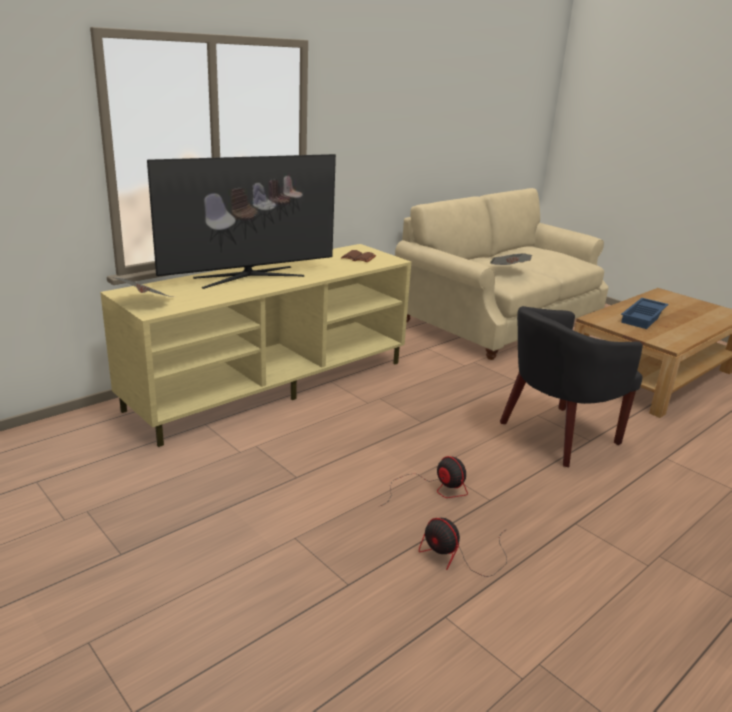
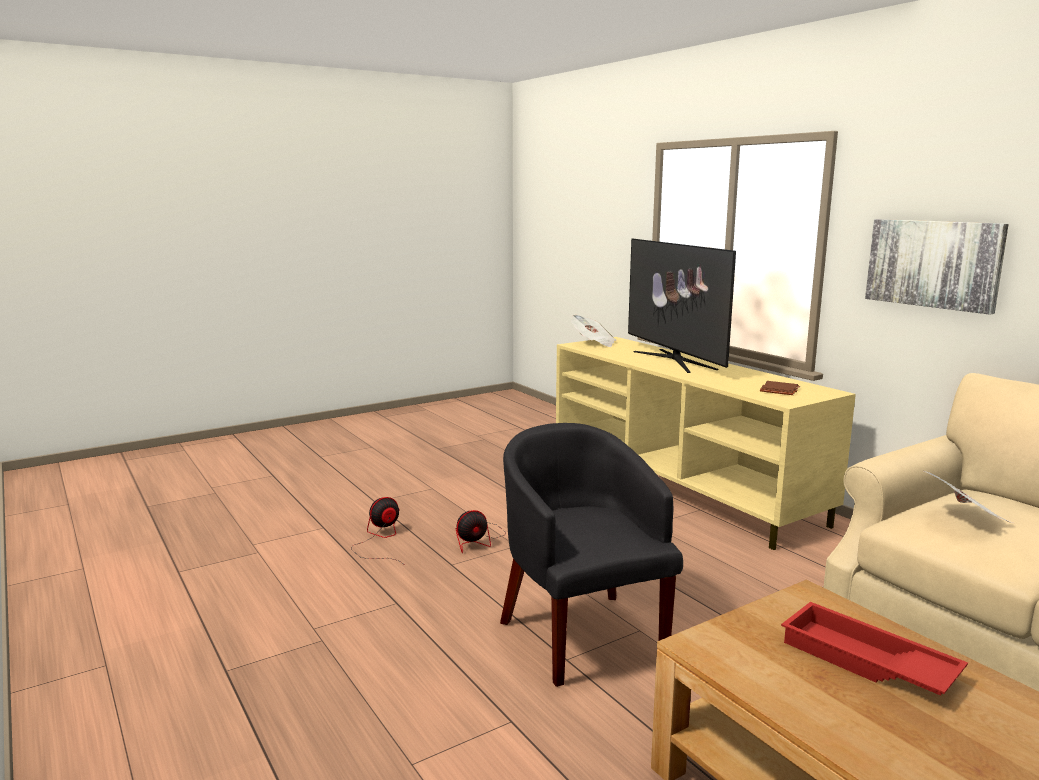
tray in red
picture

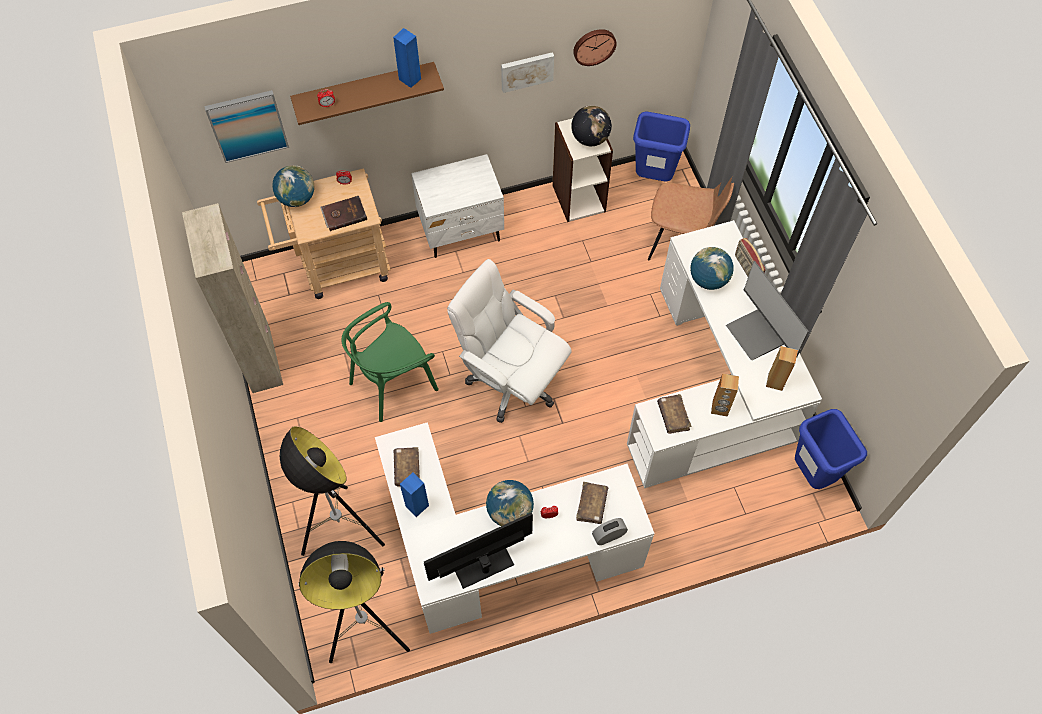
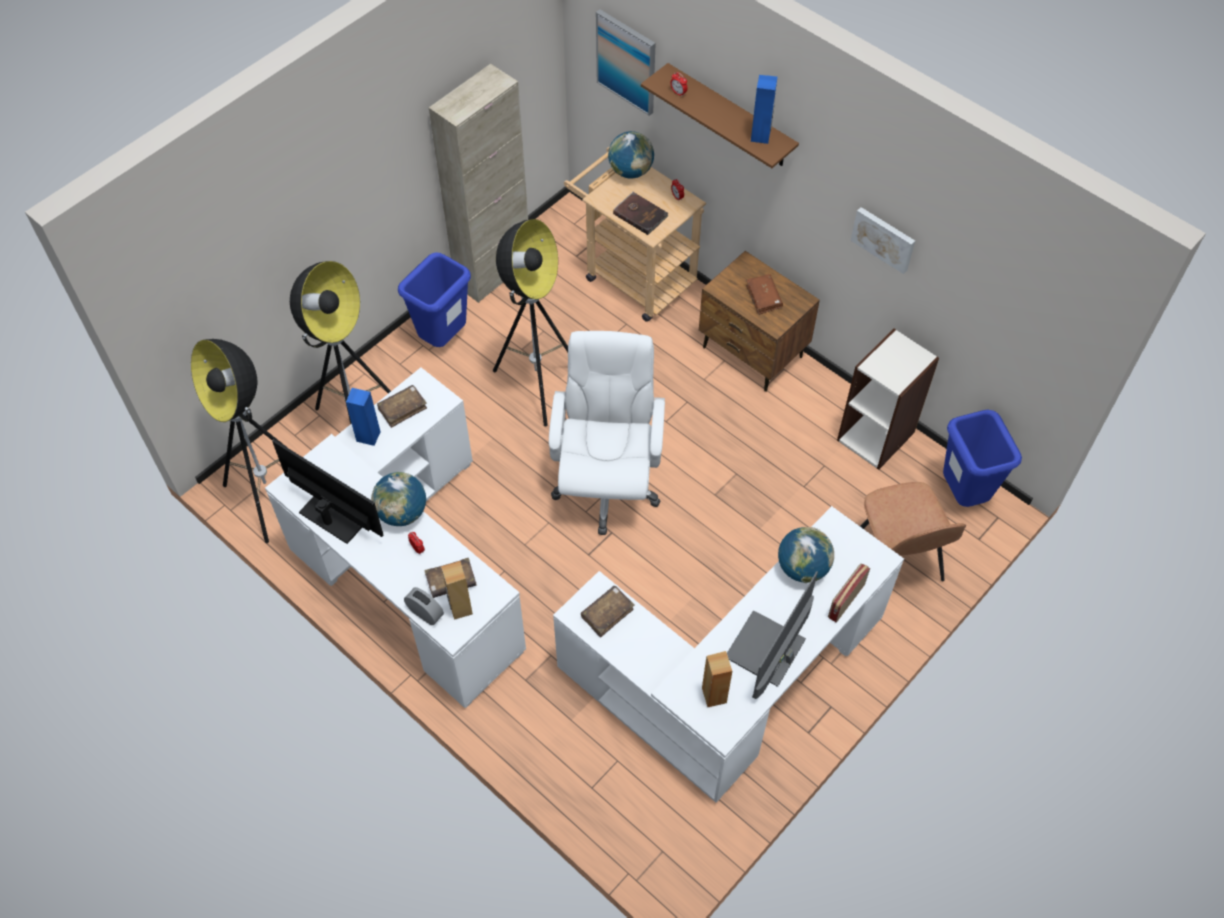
wall clock
world globe (no. 3 from left in the first image)
nightstand in brownish
standard lamp (no. 3 from left)
loudspeaker in brownish (no. 1 from left)
rubbish bin in blue-coloured (no. 1 from left)
bound book in brownish (no. 5 from left)

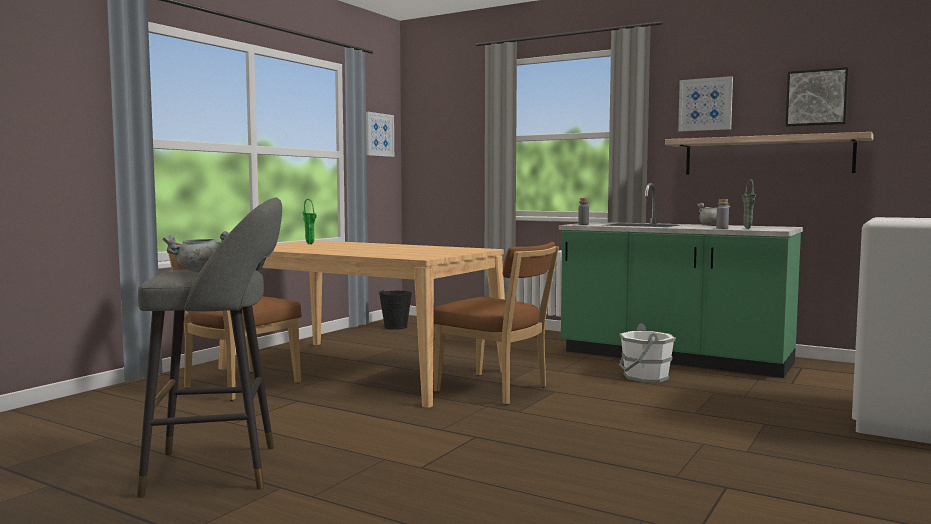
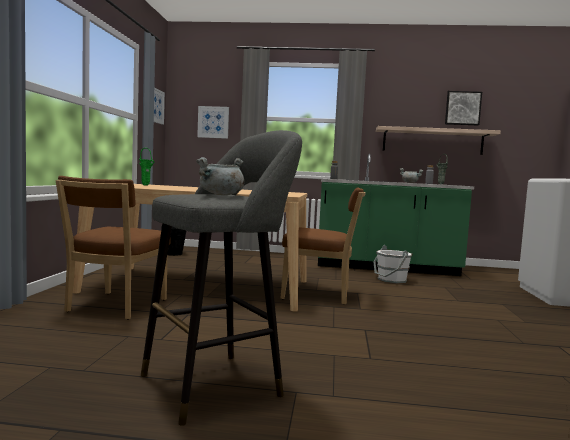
picture (no. 2 from left)

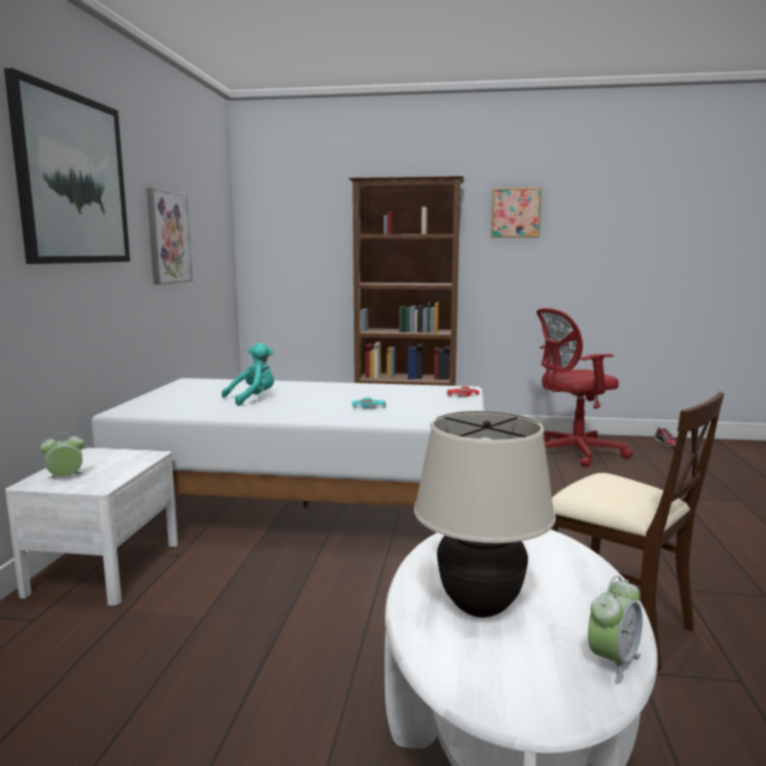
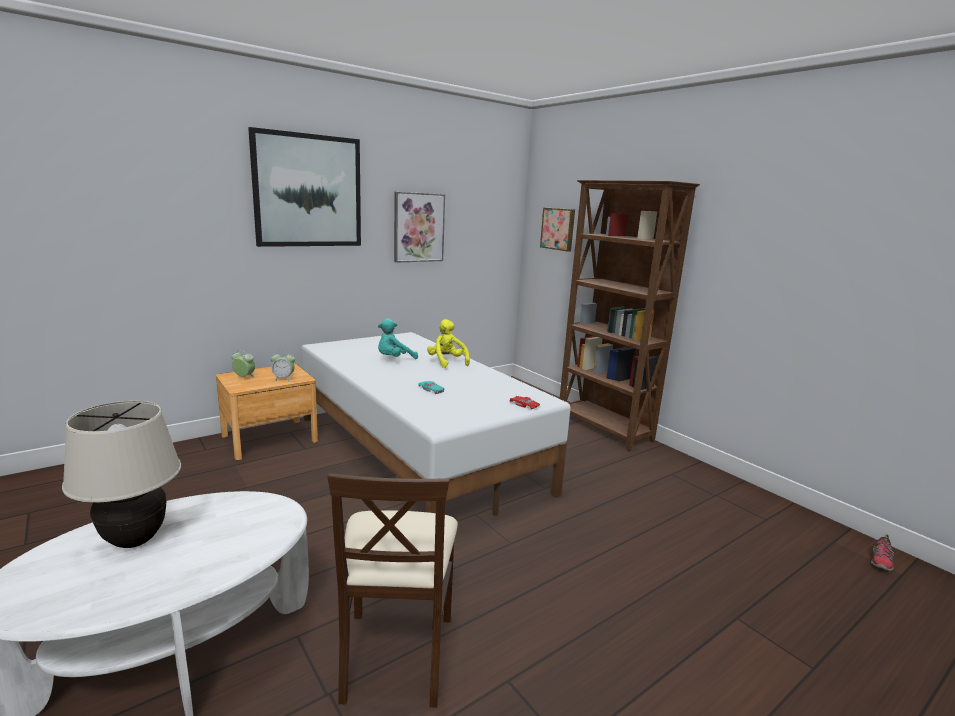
picture (no. 3 from left)
office chair in red
cuddly toy in turquoise-coloured
nightstand in brownish
table clock (no. 2 from left)
cuddly toy in yellow-coloured

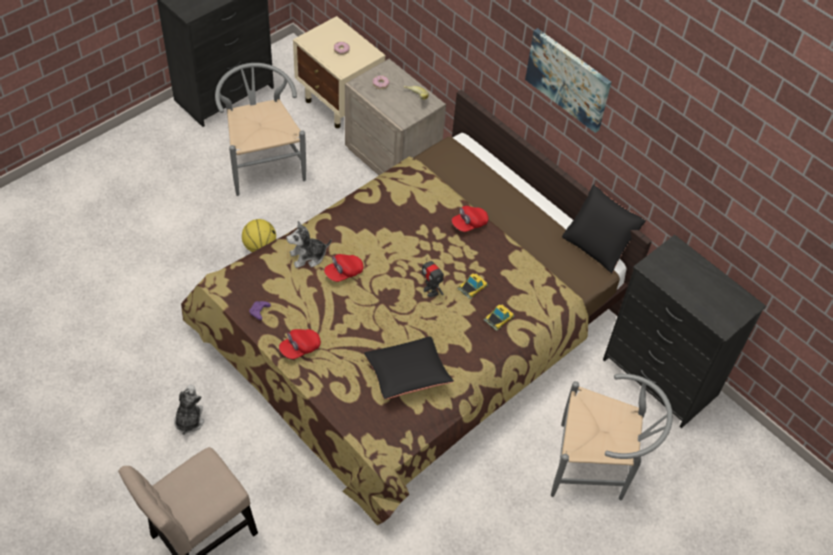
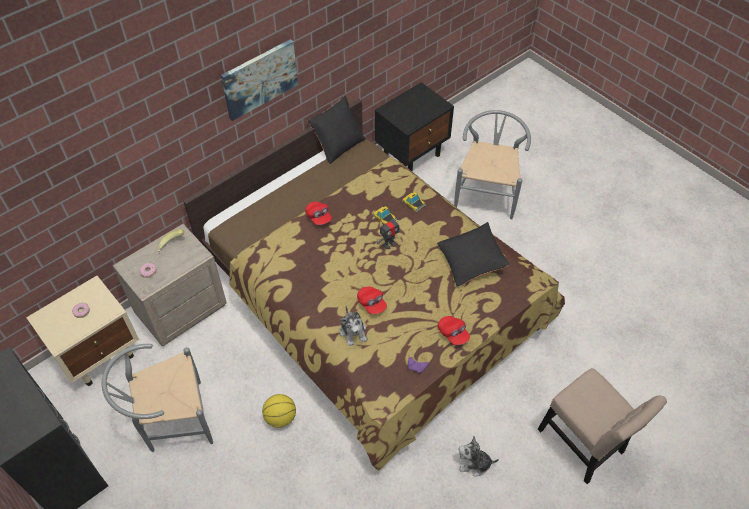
nightstand in black

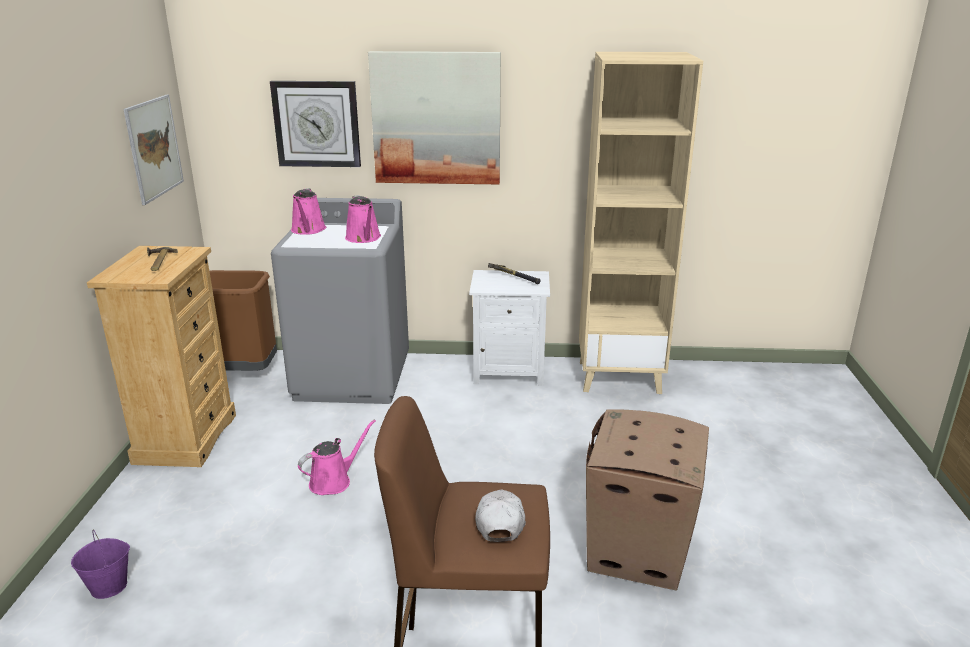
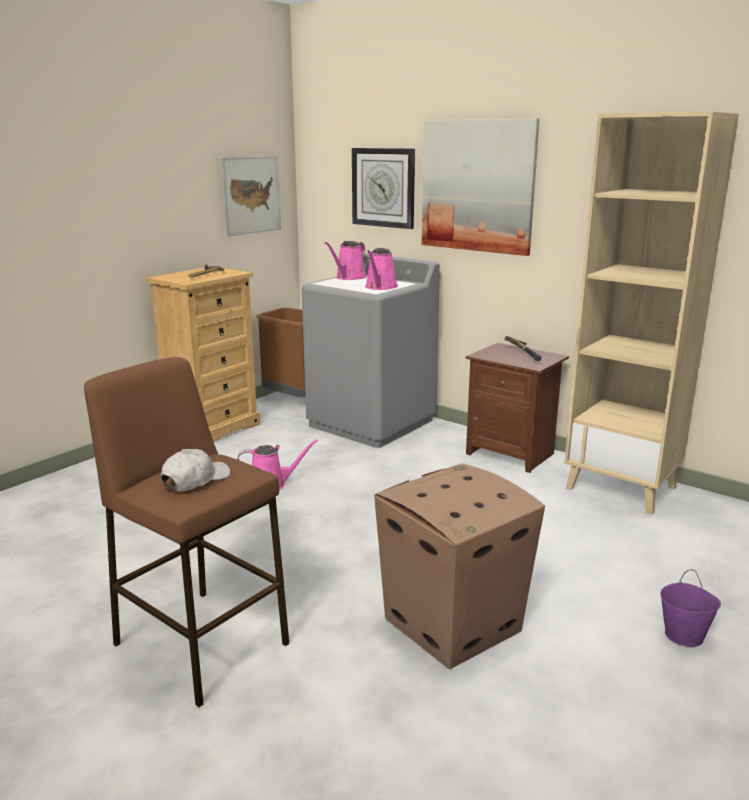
nightstand in brownish
bucket in purple-coloured

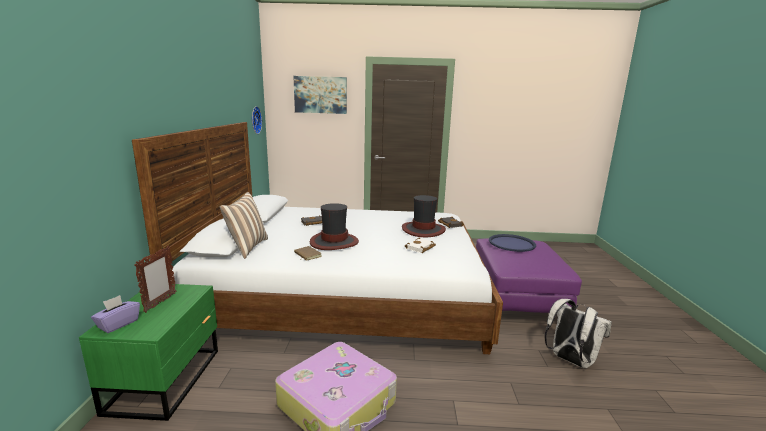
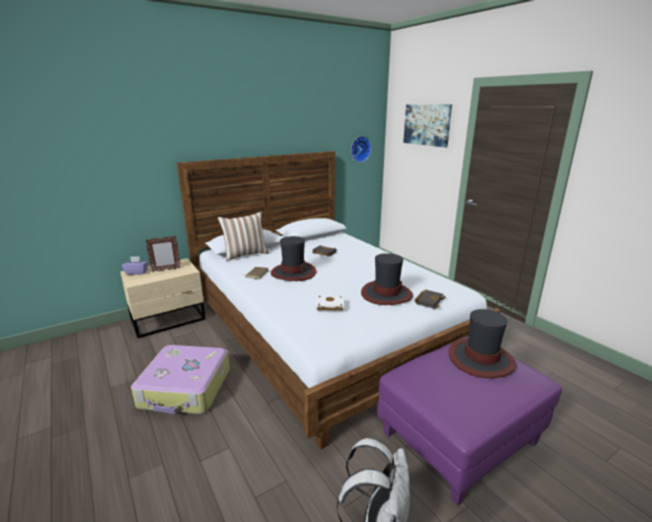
clothing hat (no. 3 from left)
nightstand in beige-coloured

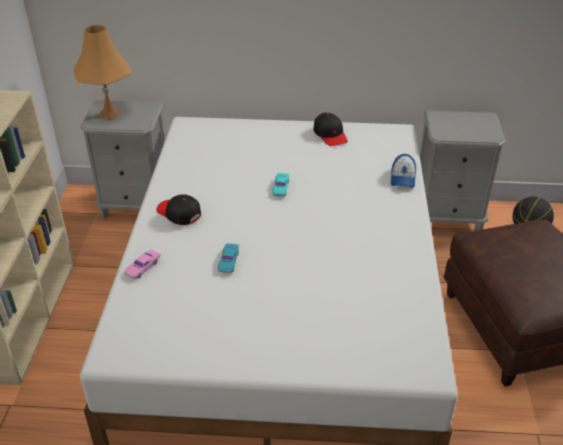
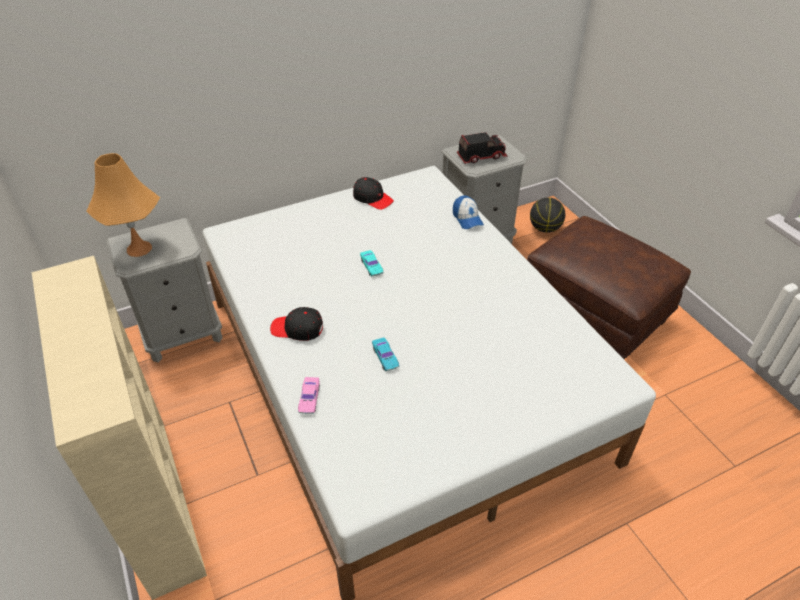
toy lorry

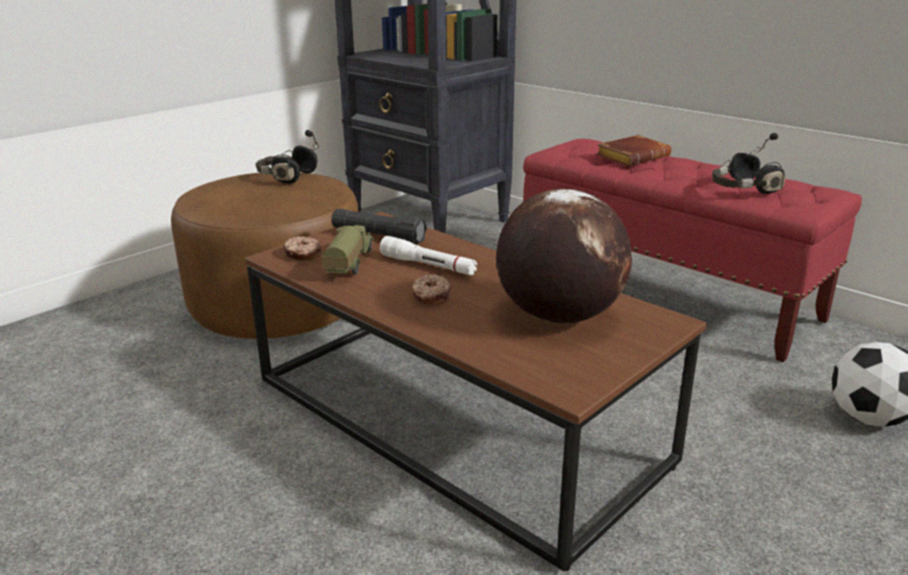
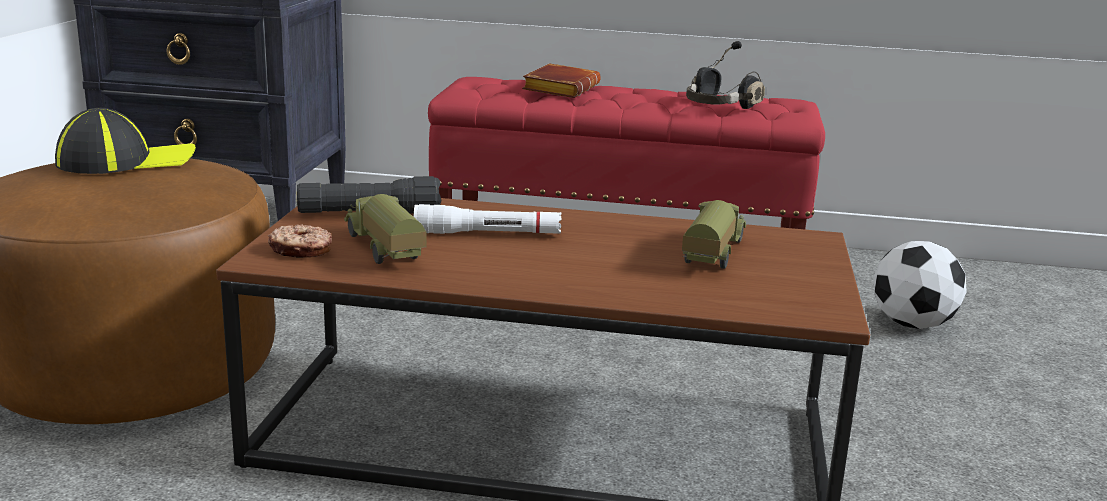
peaked cap
toy lorry (no. 2 from left)
donut (no. 2 from left in the first image)

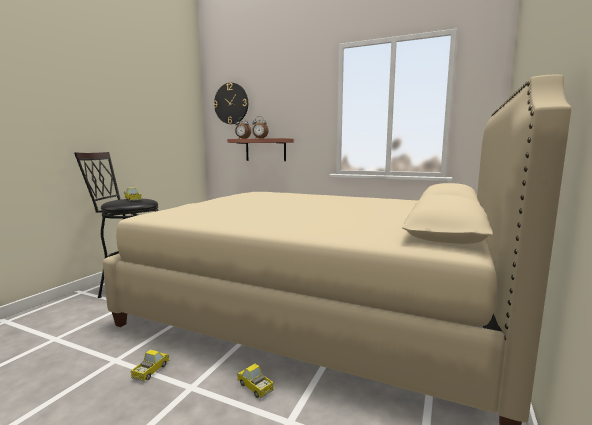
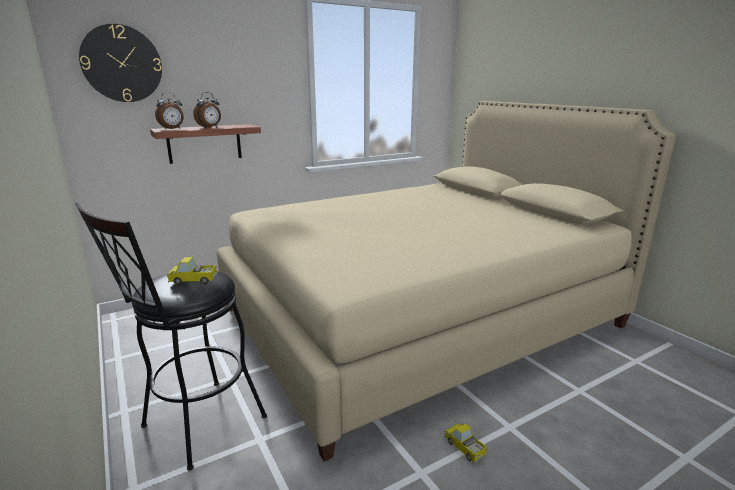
toy lorry (no. 3 from left in the first image)

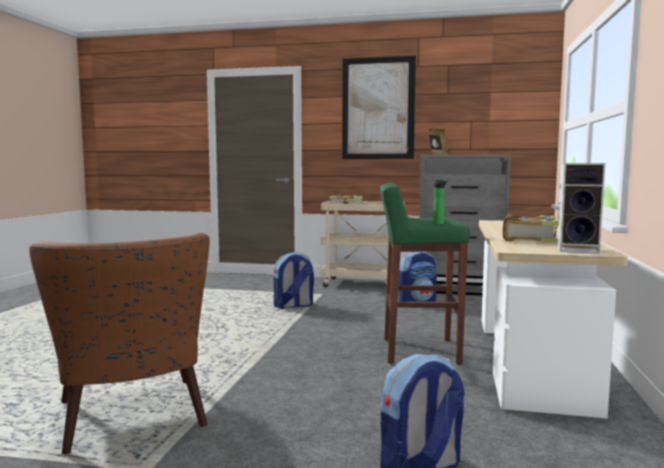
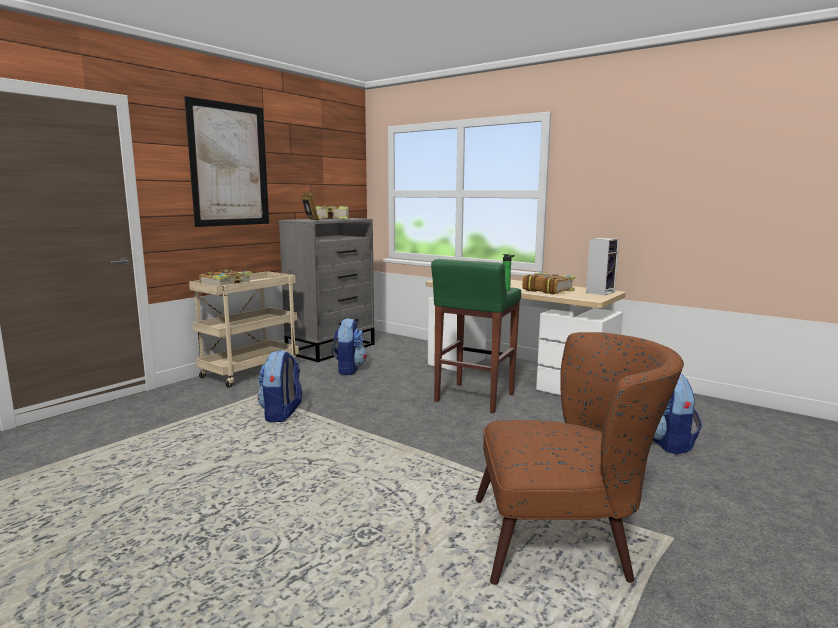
bound book (no. 2 from left)

